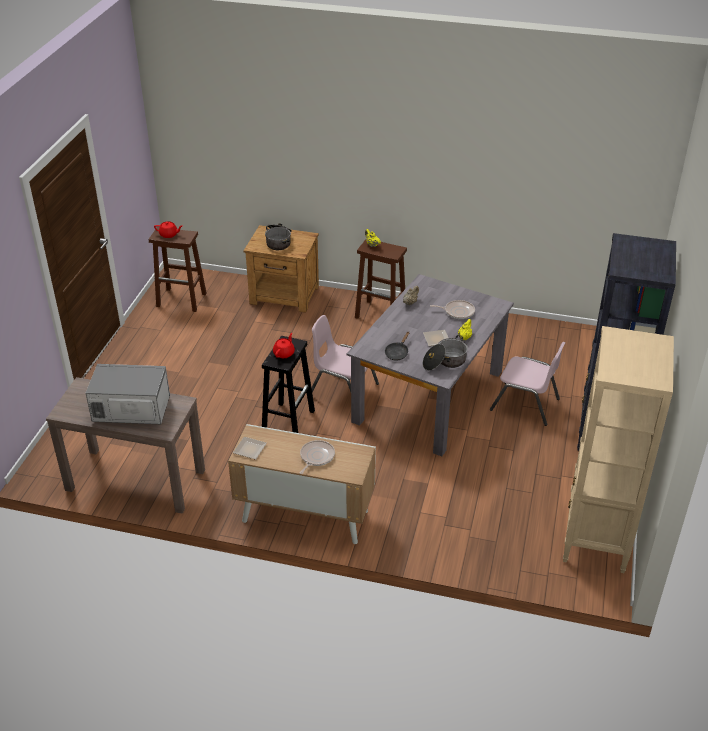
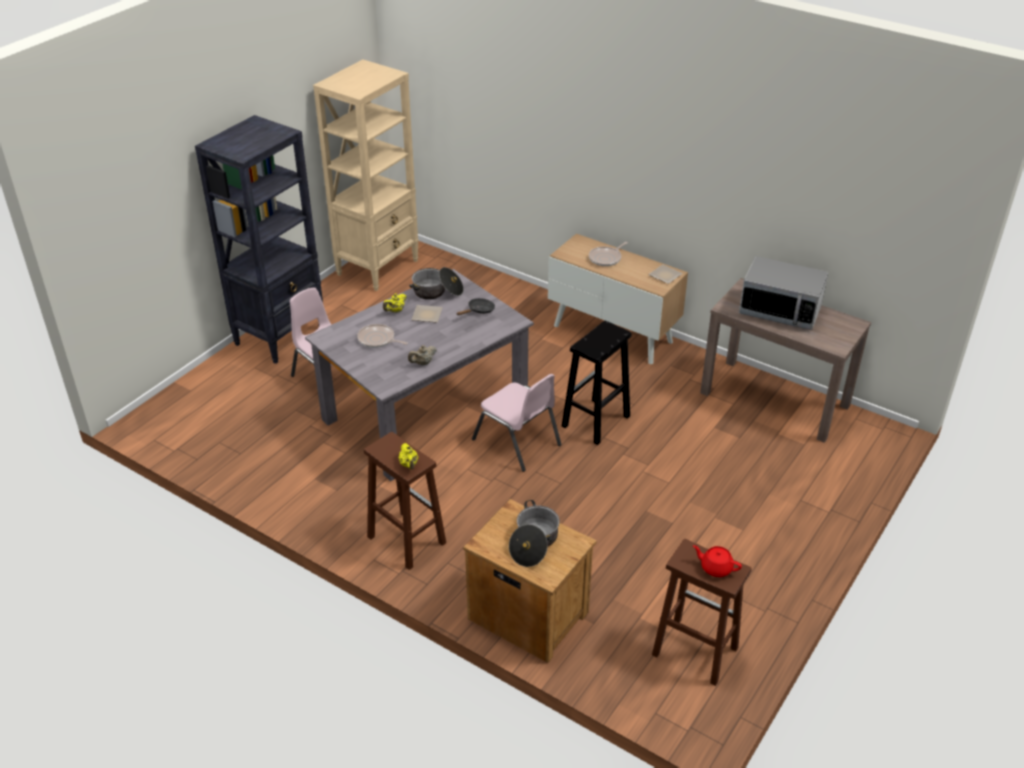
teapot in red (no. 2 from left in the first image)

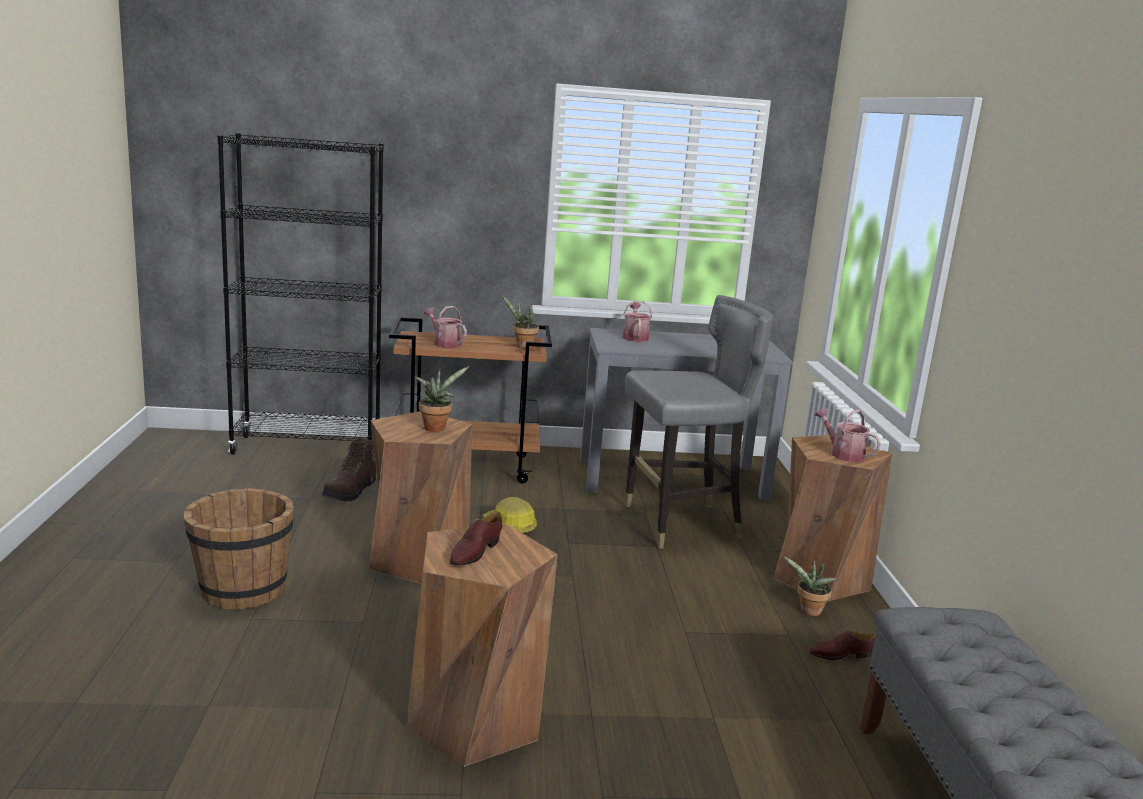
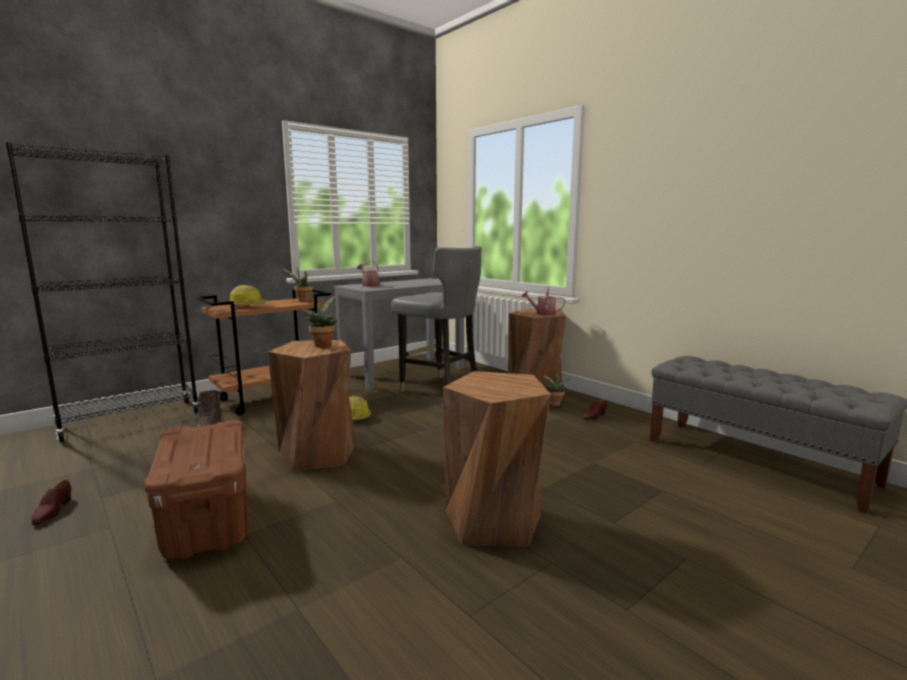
plain chair in greyish
work helmet (no. 1 from left)
storage box in brownish
low shoe in brownish (no. 1 from left)

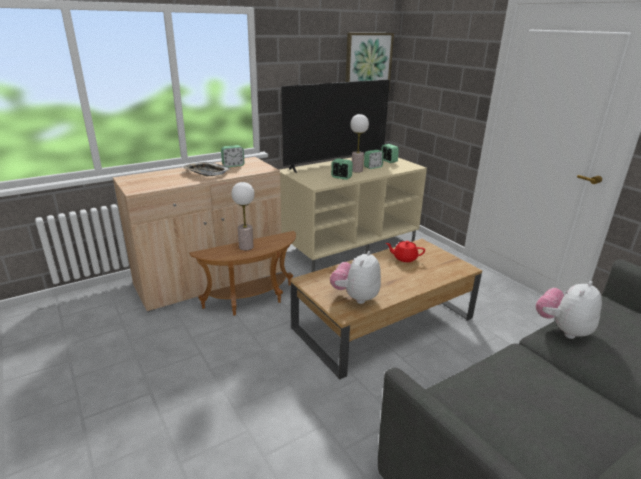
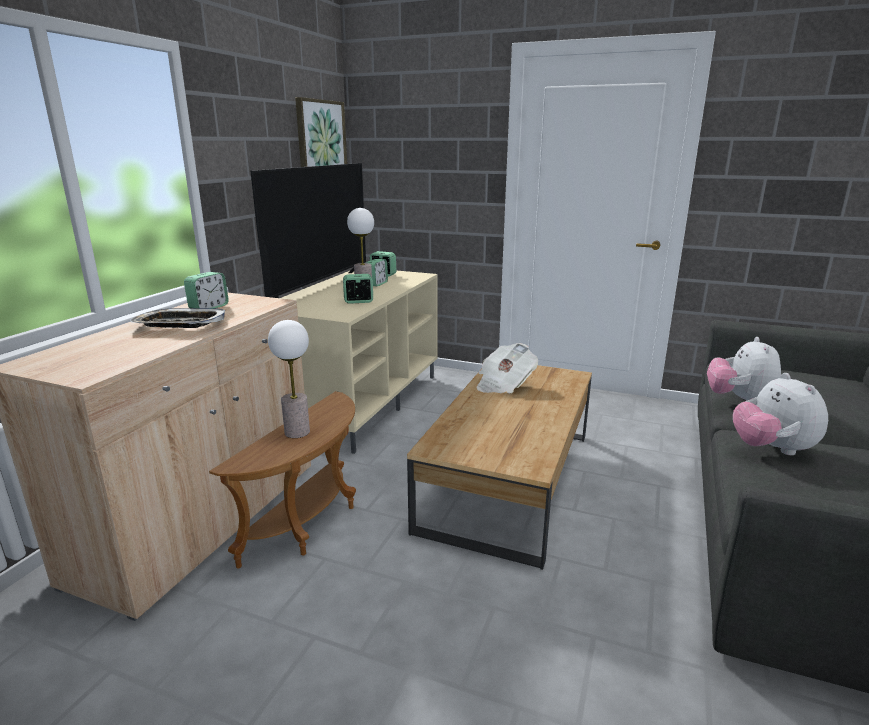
printed paper
cuddly toy (no. 2 from left)

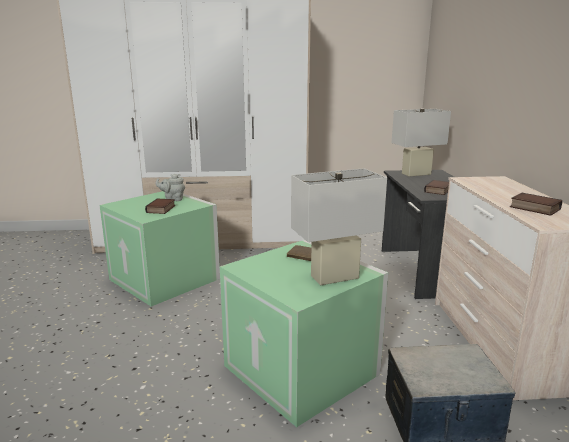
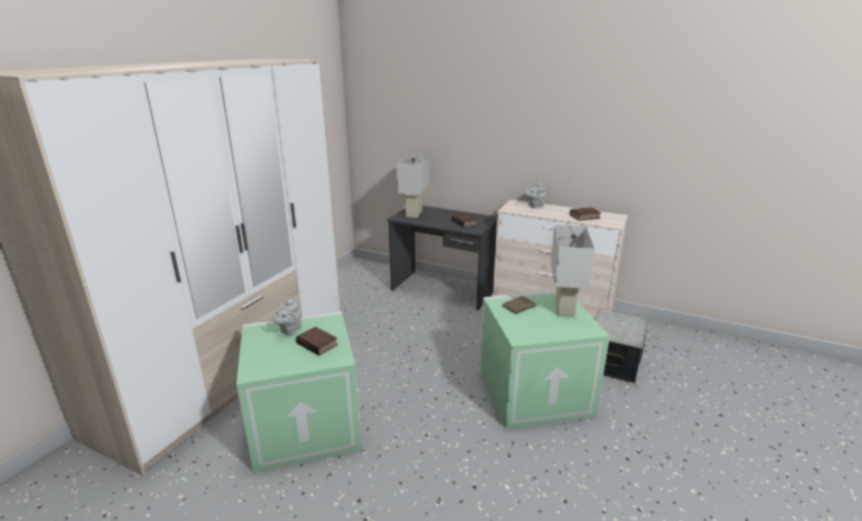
teapot in greyish (no. 2 from left)

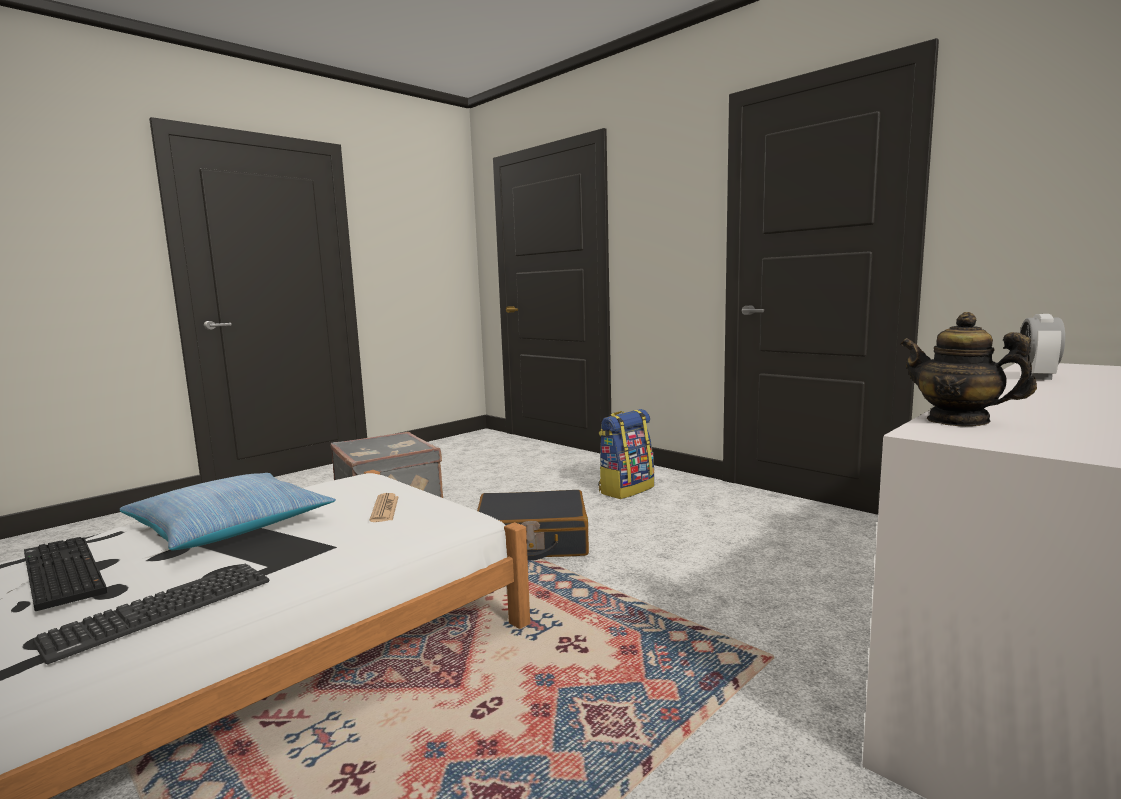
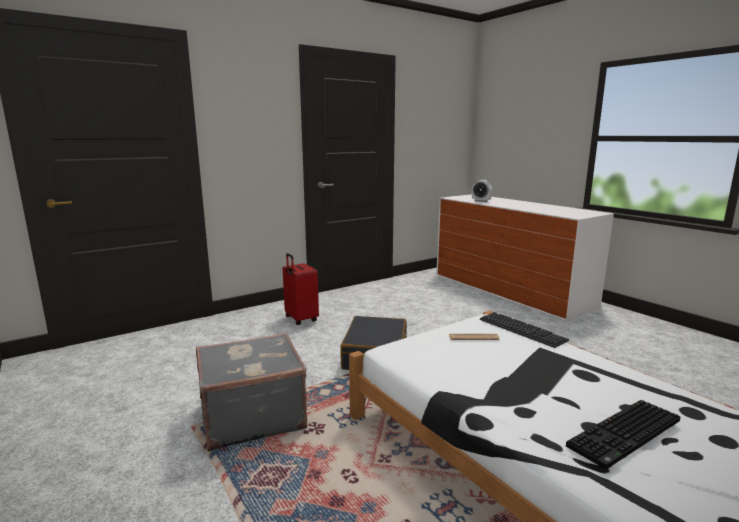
teapot
suitcase in red
pillow
computer keyboard (no. 1 from left)

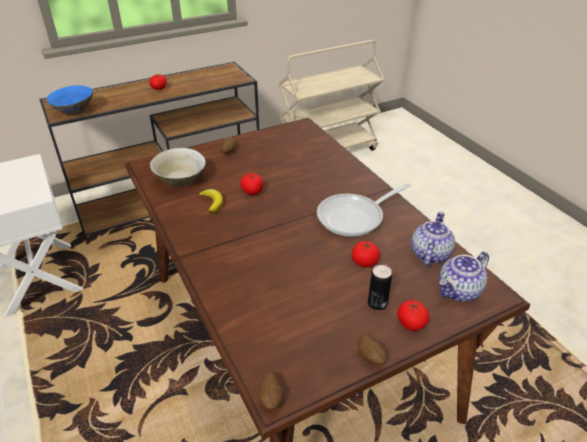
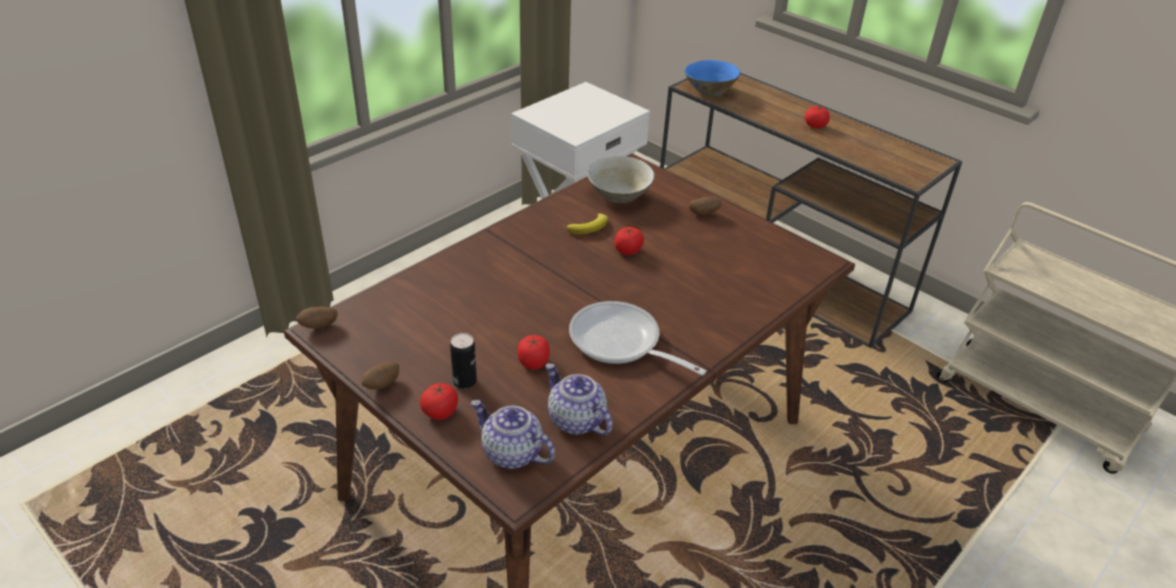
teapot (no. 2 from left)

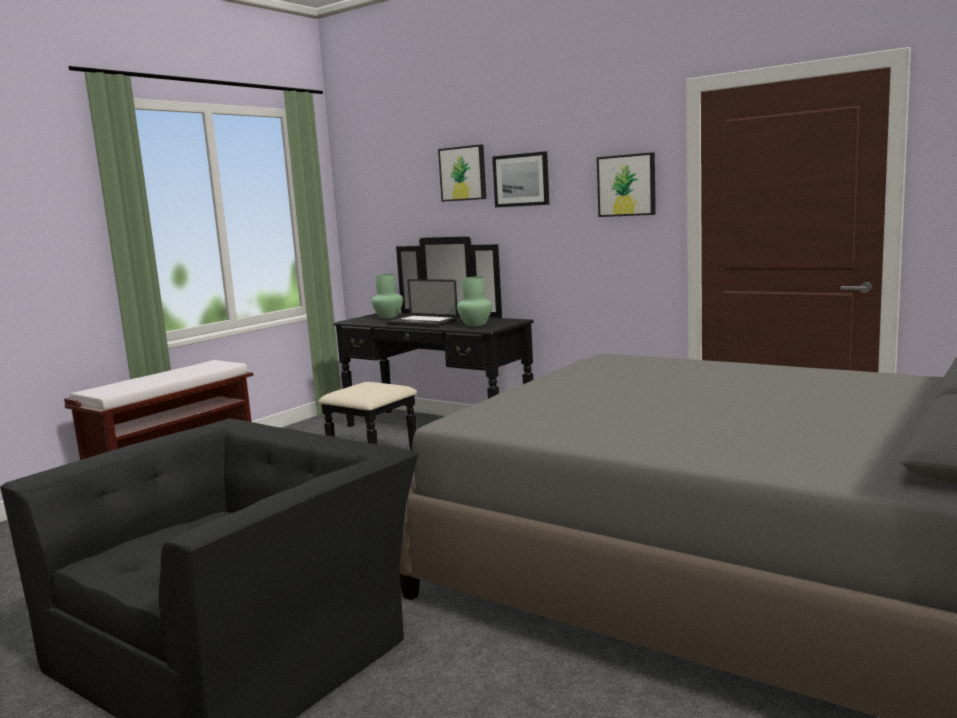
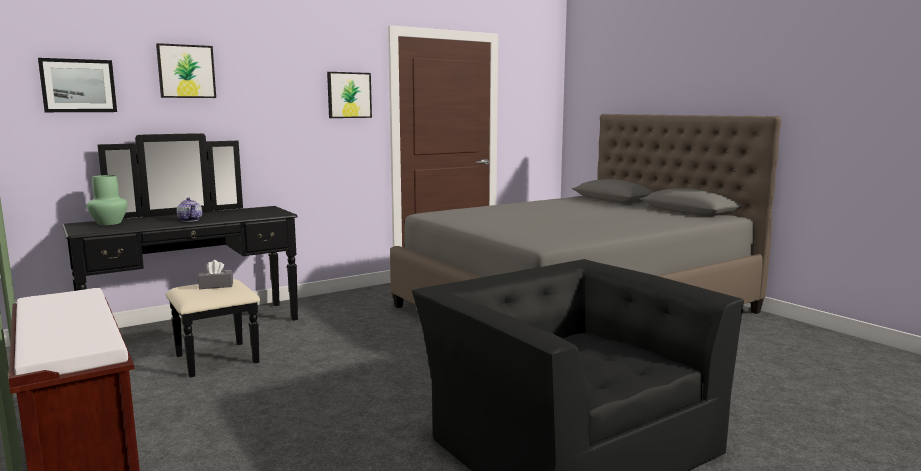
picture (no. 1 from left)
flower vase in green-coloured (no. 2 from left in the first image)
teapot
tissue box in greyish

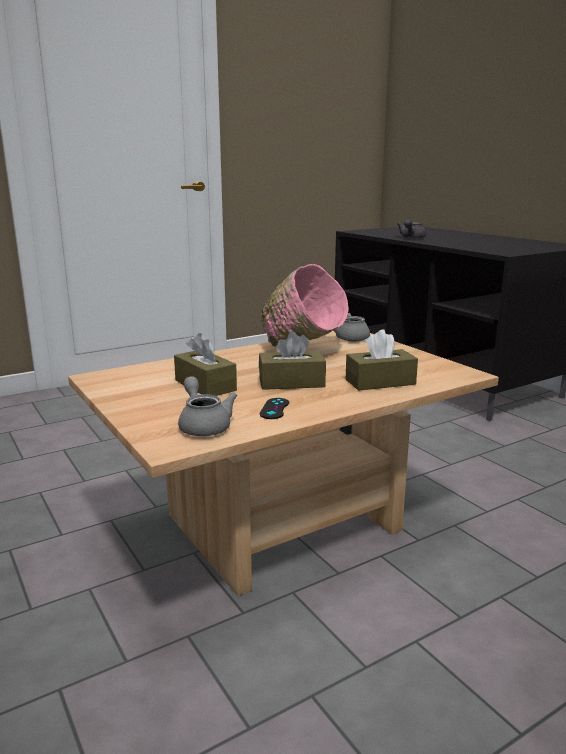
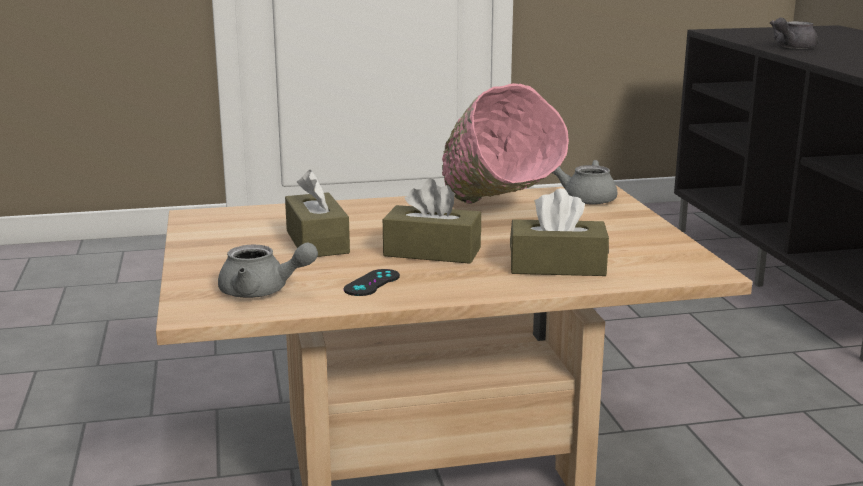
teapot in greyish (no. 1 from left)

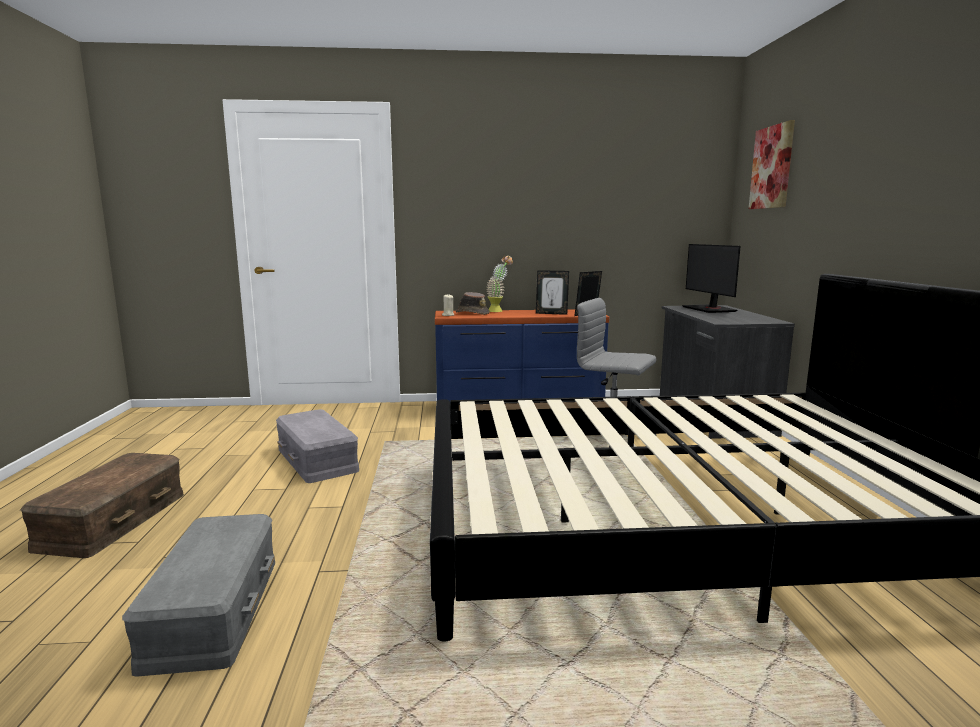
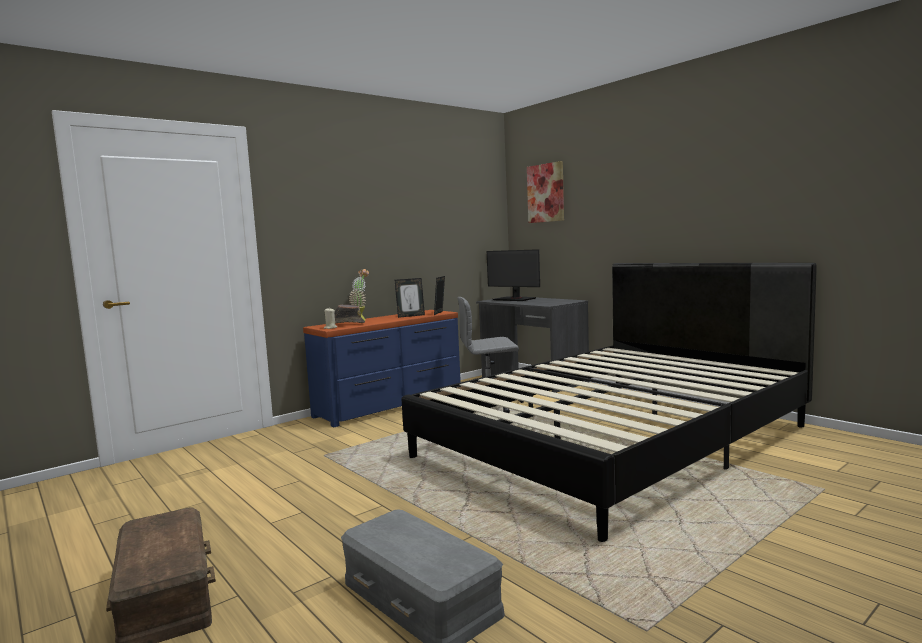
storage box in greyish (no. 2 from left in the first image)

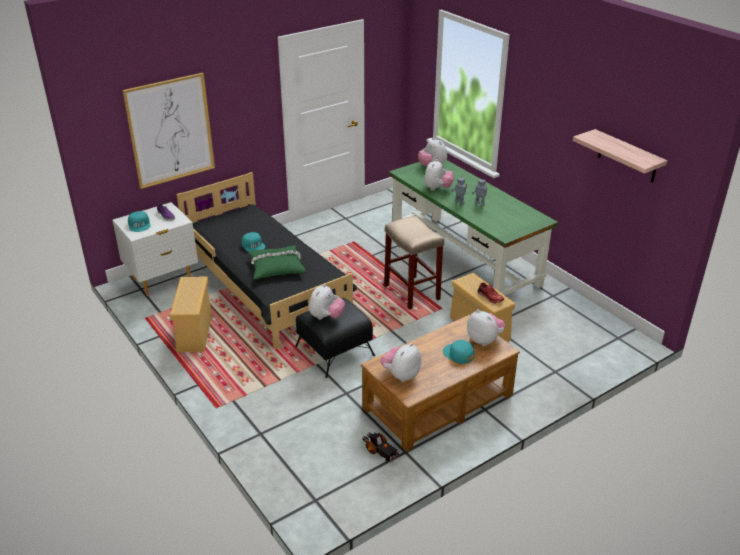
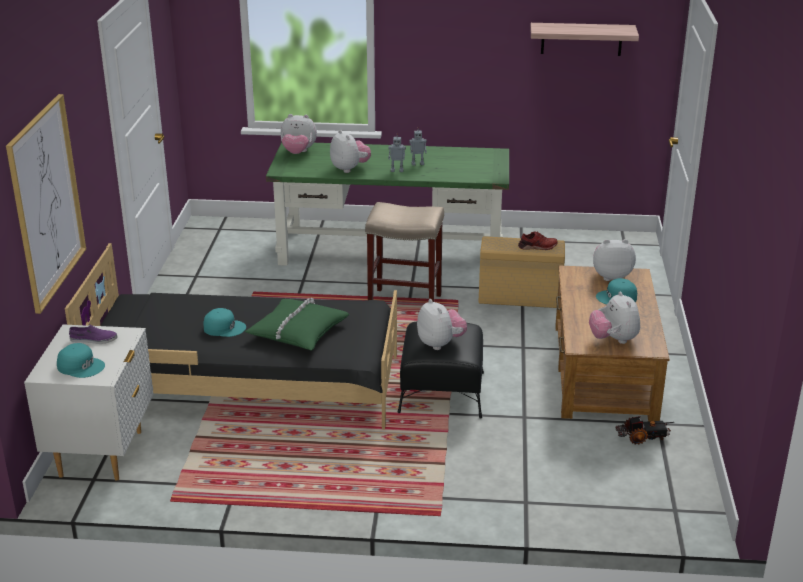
storage box in beige-coloured (no. 1 from left in the first image)

